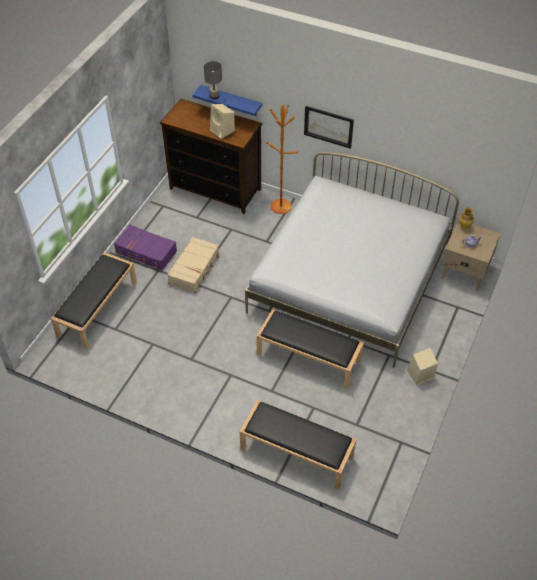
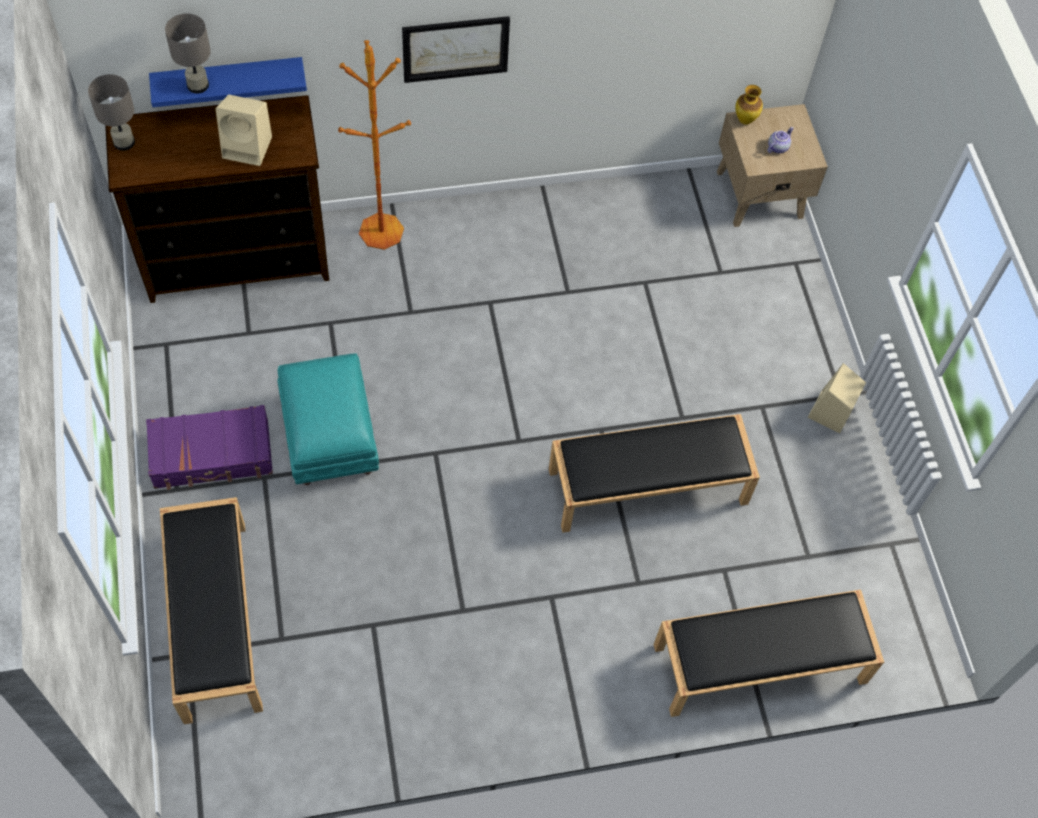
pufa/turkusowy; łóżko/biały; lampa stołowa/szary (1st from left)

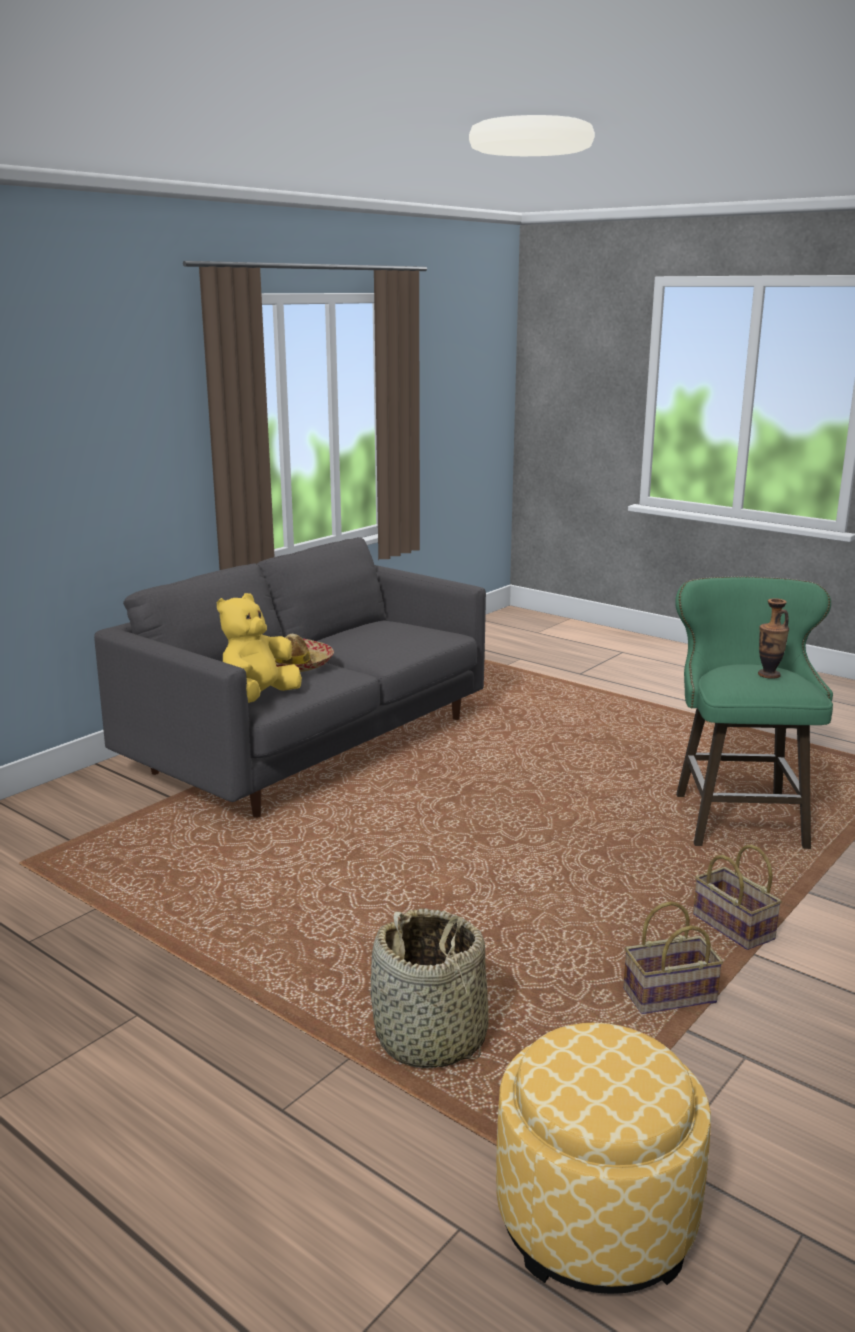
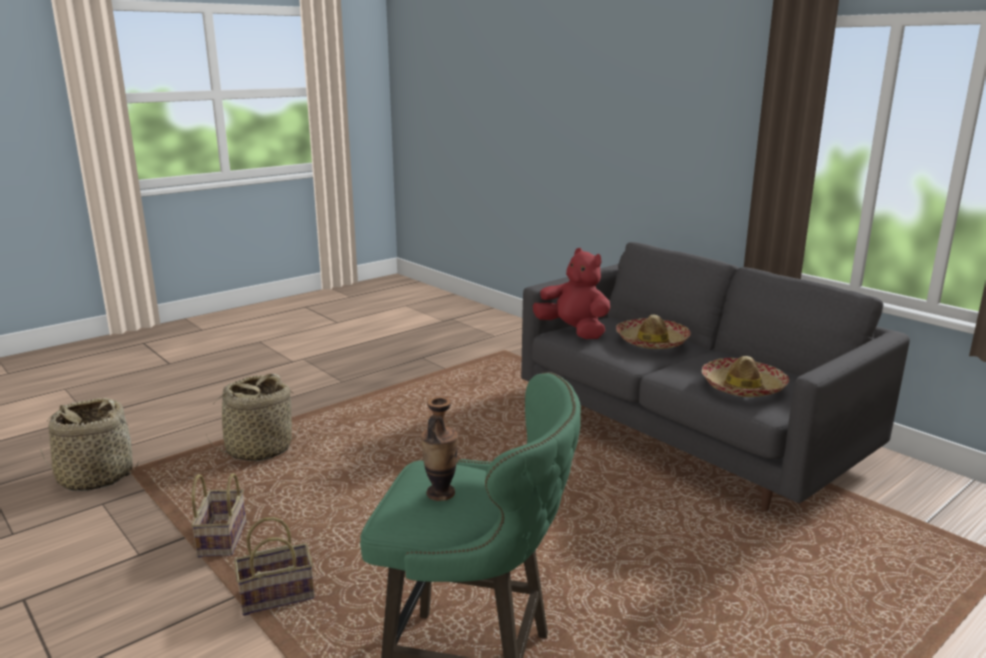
pluszak/czerwony; koszyk (1st from left); kapelusz (2nd from left)

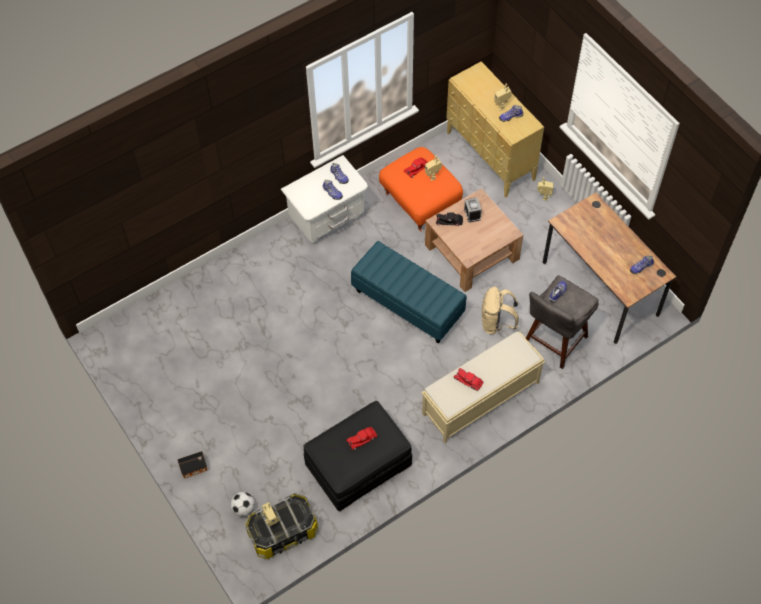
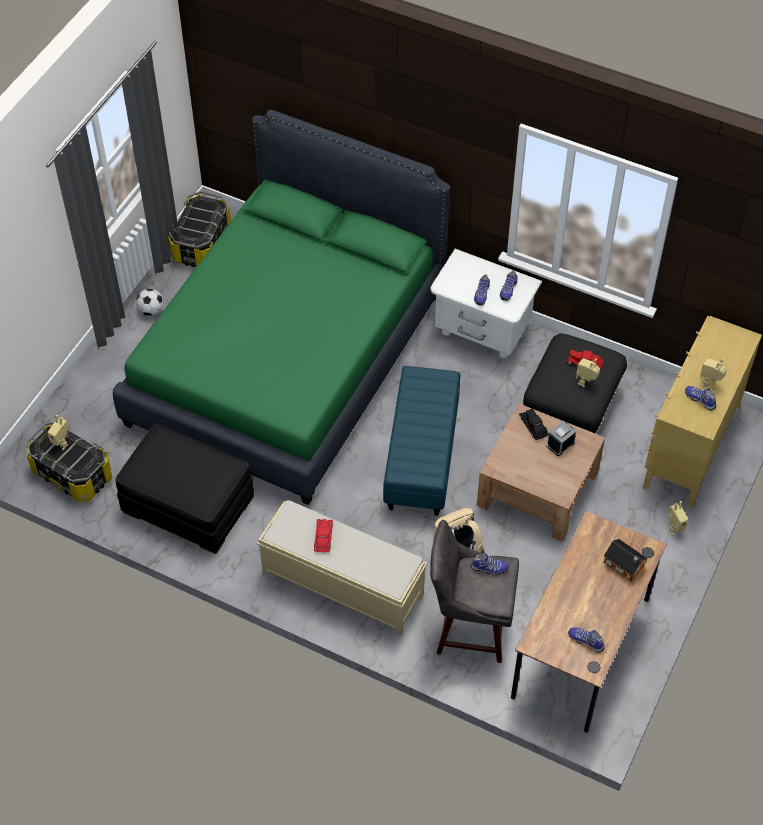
domek; piłka futbolowa; samochodzik/czerwony (1st from left in the first image); pufa/czarny (2nd from left); łóżko/zielony; pojemnik do przechowywania (2nd from left)

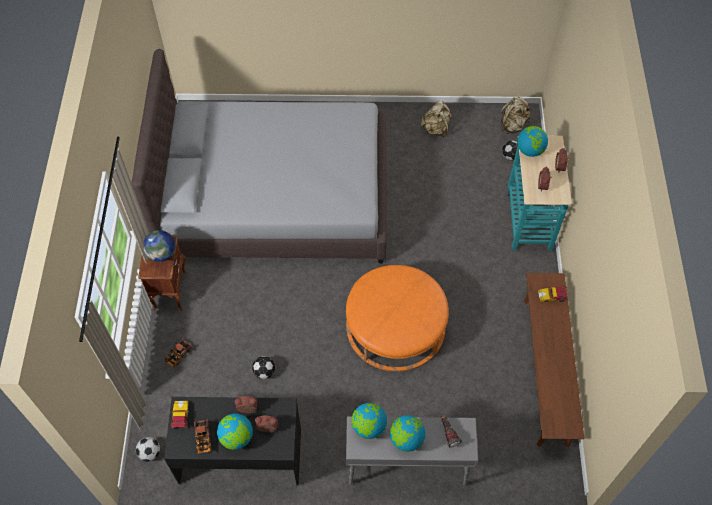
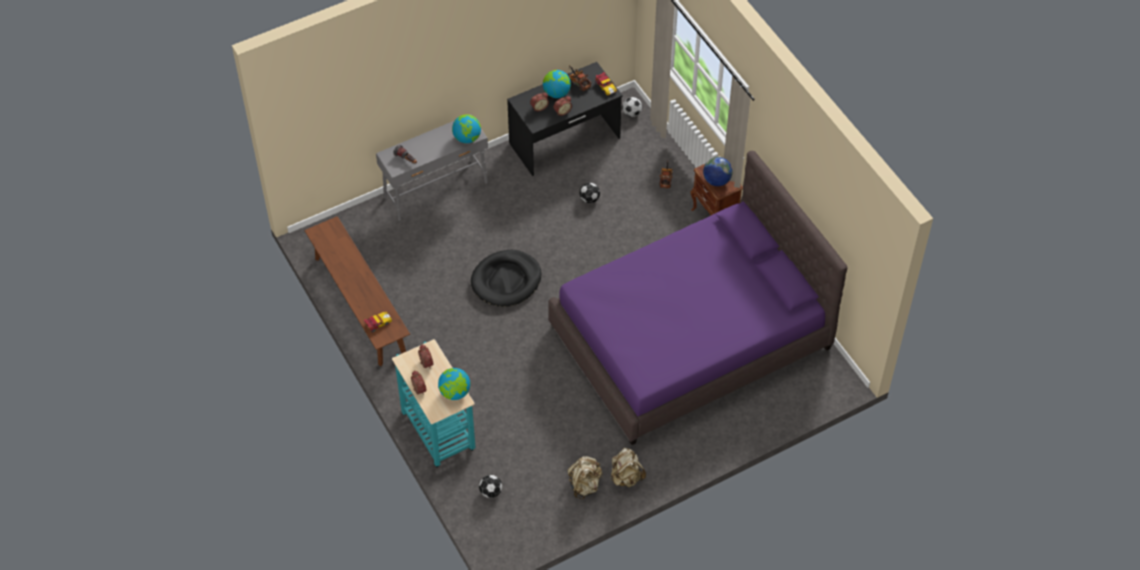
łóżko/fioletowy; legowisko/czarny; globus (4th from left in the first image); plecak/beżowy (2nd from left)

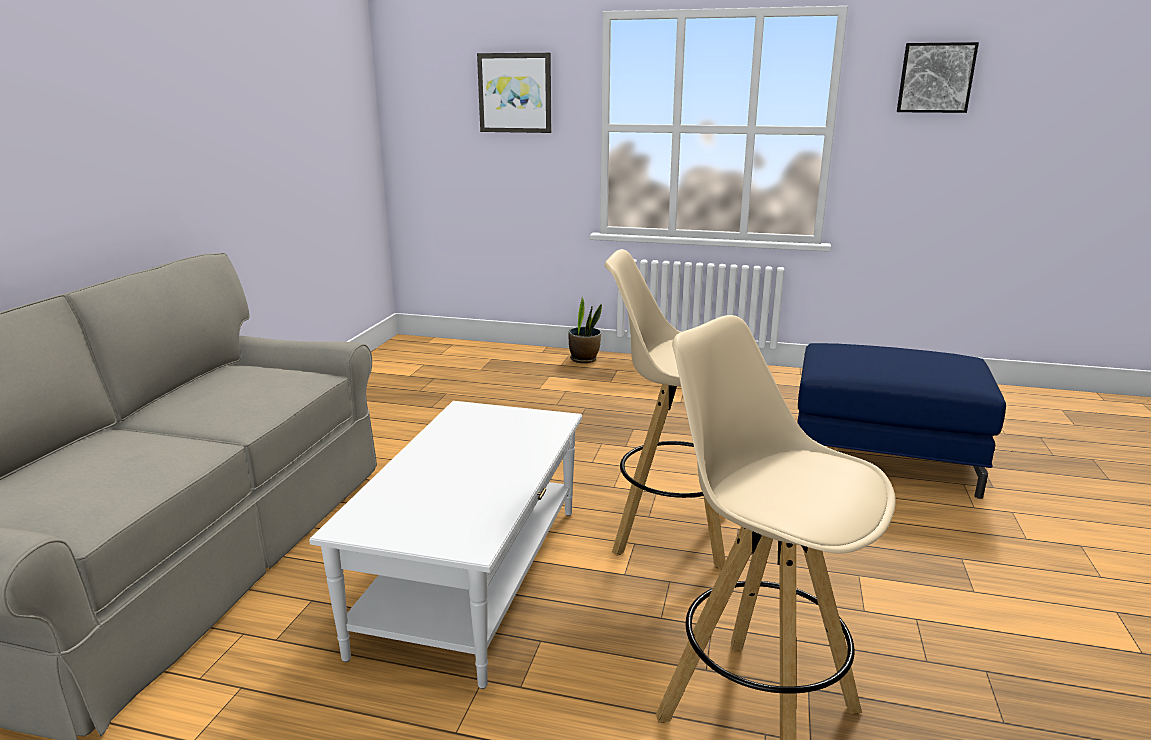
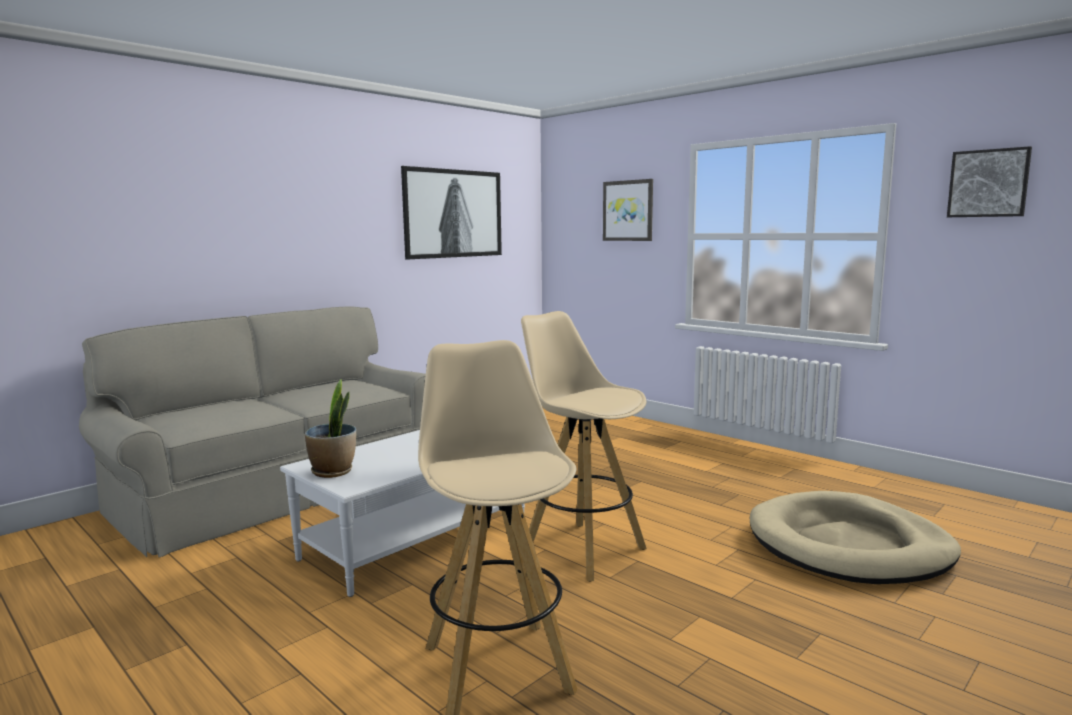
roślina doniczkowa; legowisko/beżowy; obraz (1st from left)

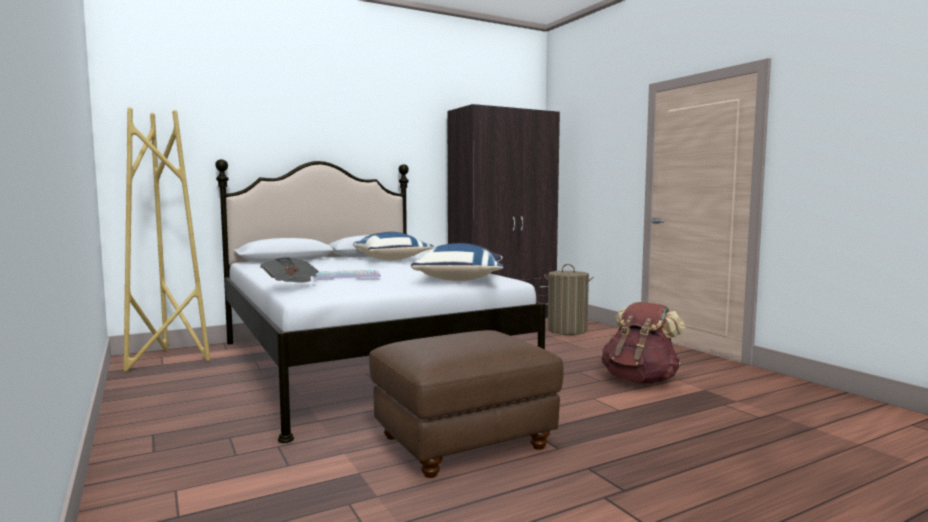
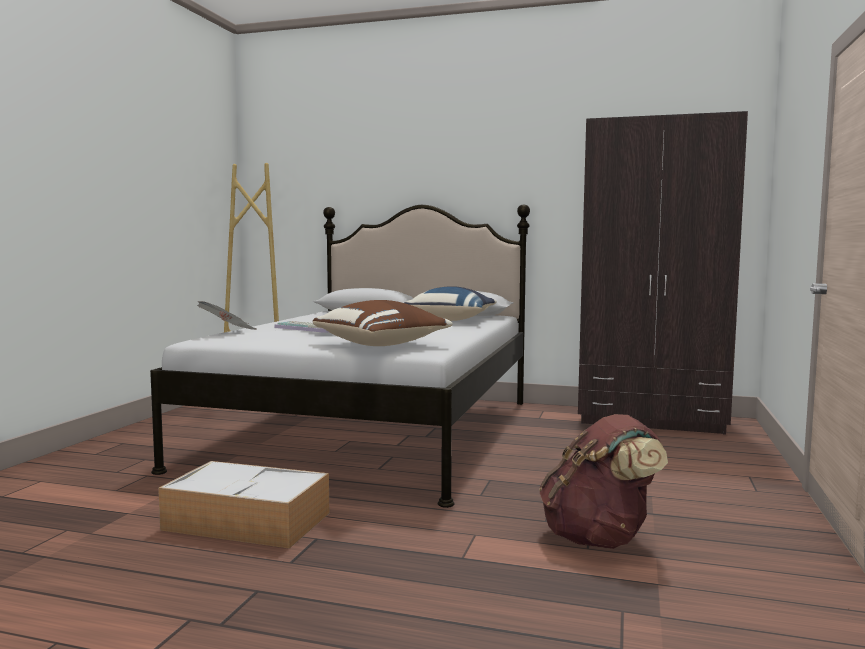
pojemnik do przechowywania; poduszka/brązowy; kosz na pranie

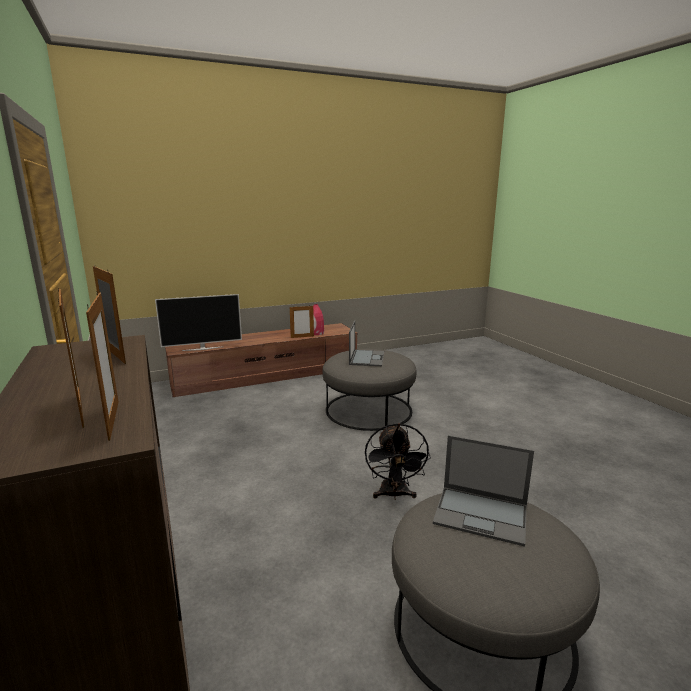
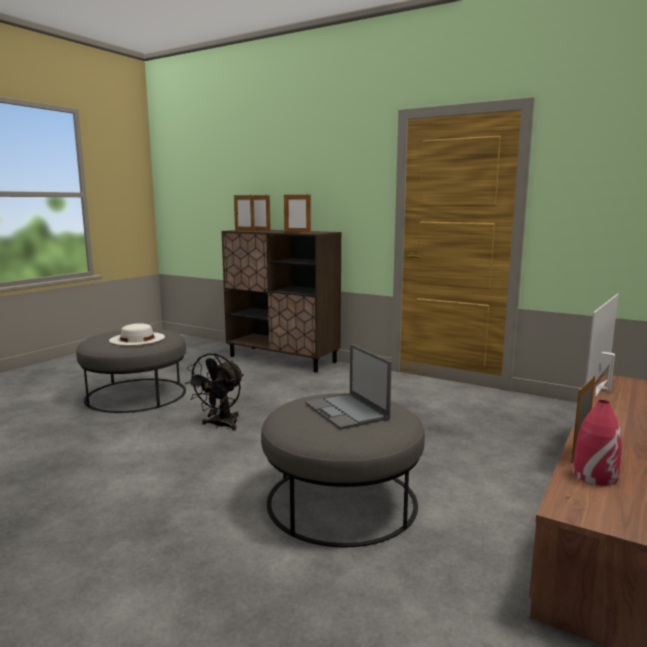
wentylator/czarny; kapelusz/biały

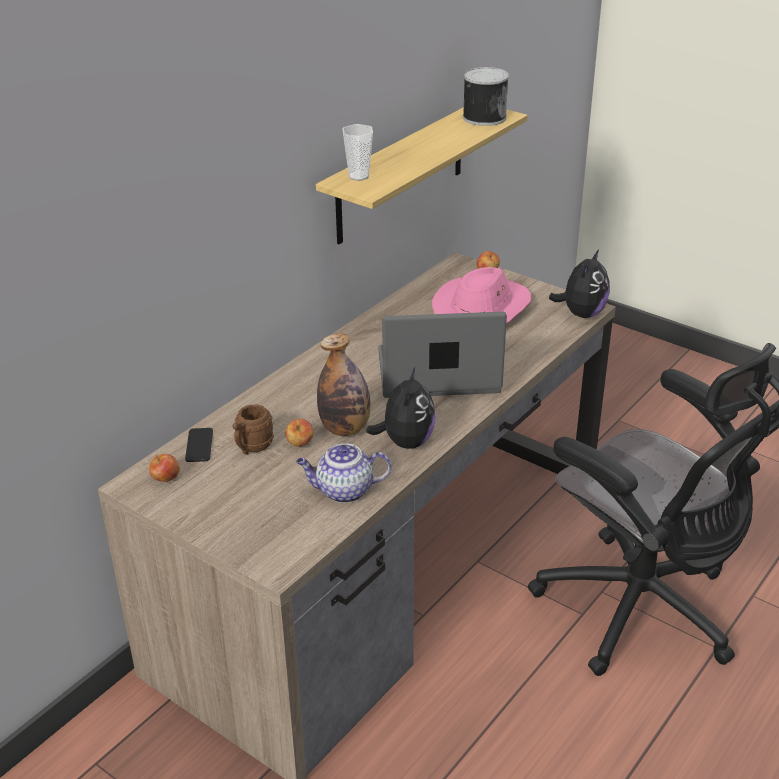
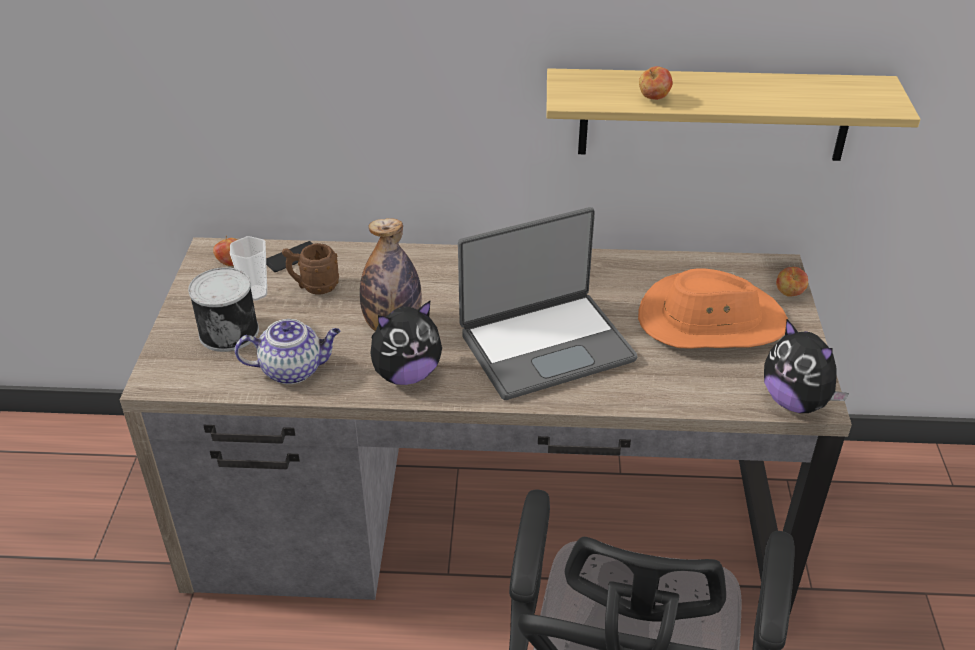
jabłko (2nd from left); imbryk; filiżanka; laptop; kapelusz/pomarańczowy; puszka; pluszak (2nd from left)

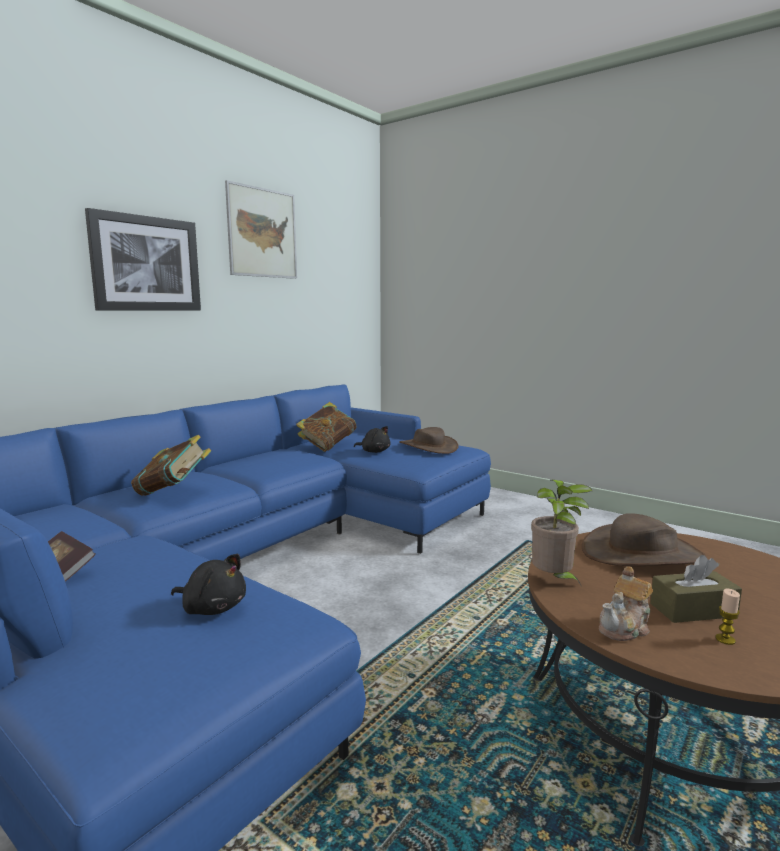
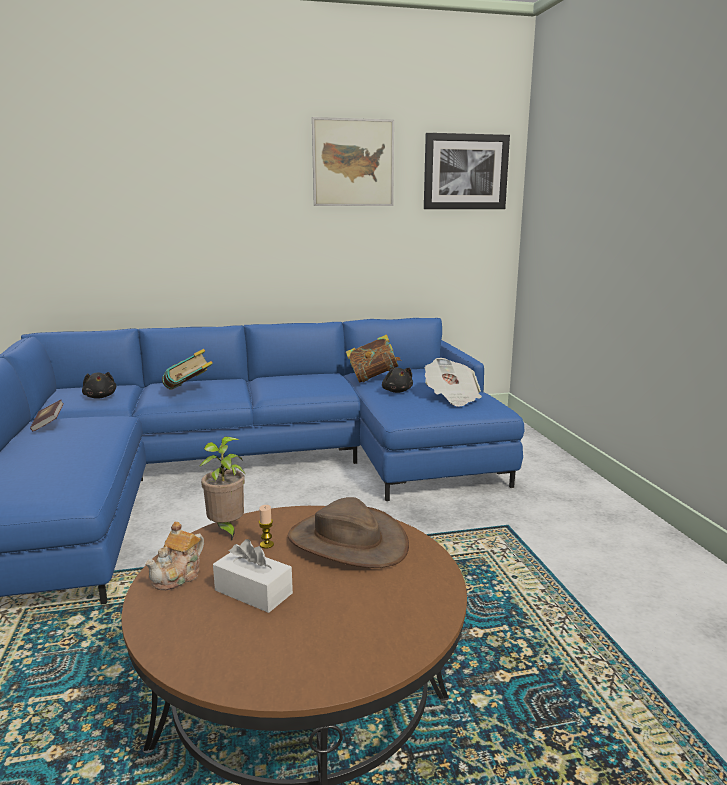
obraz (2nd from left); pluszak/czarny (1st from left); gazeta; imbryk; pudełko chusteczek/biały; świeca

